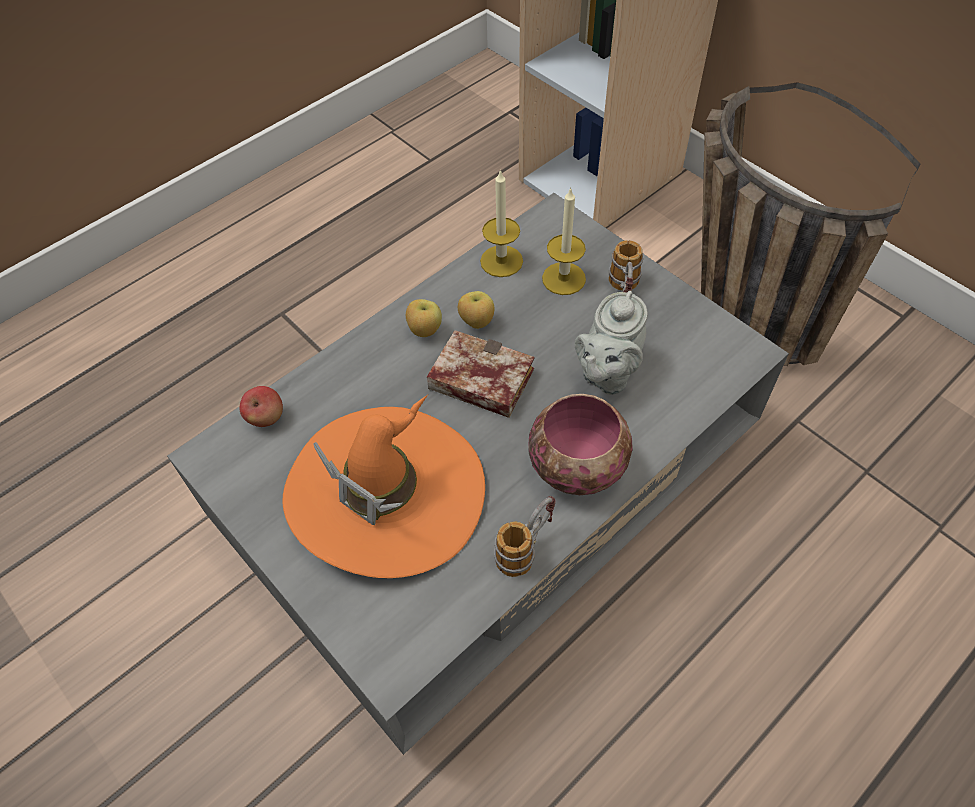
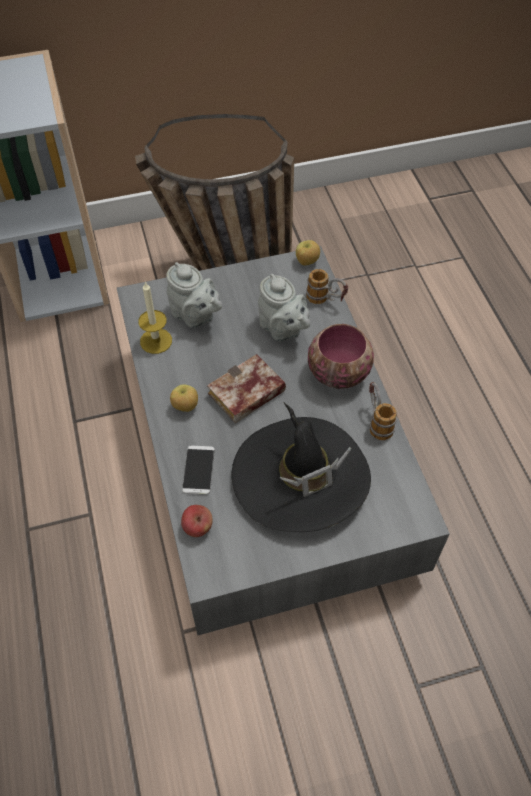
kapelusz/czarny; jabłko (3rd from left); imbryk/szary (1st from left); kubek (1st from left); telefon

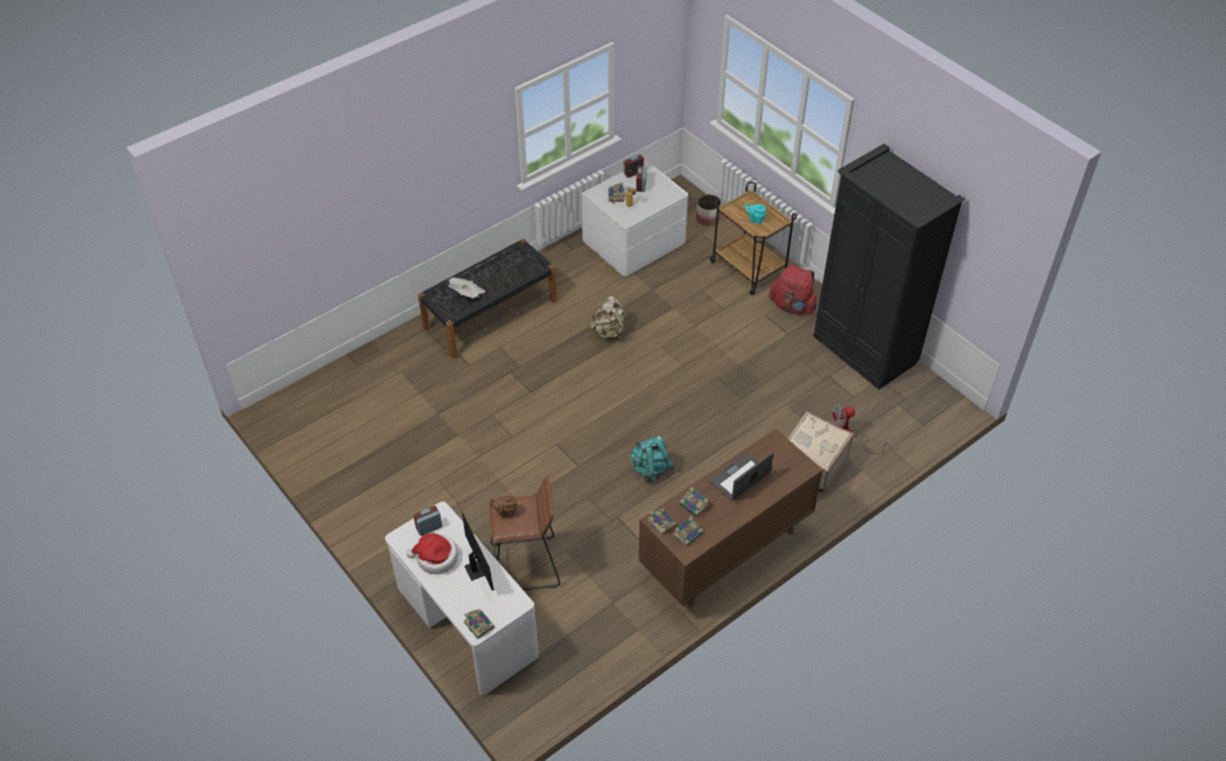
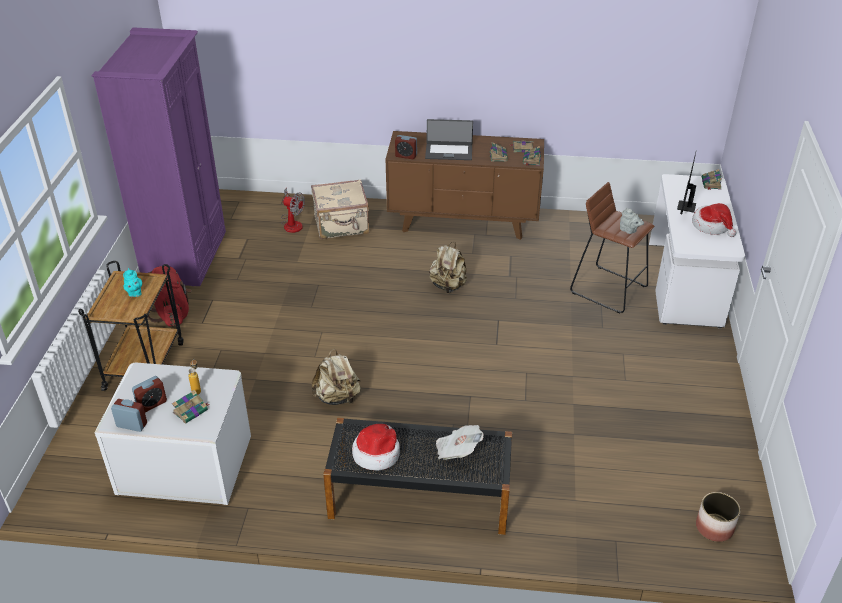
budzik (3rd from left); imbryk/szary; plecak/beżowy (2nd from left); donica; szafa/fioletowy; kapelusz (1st from left)

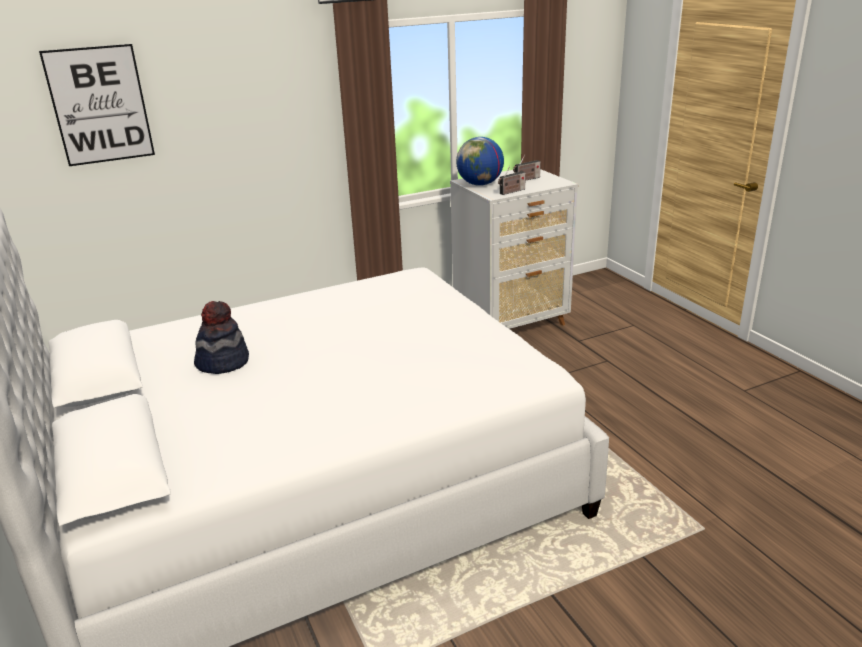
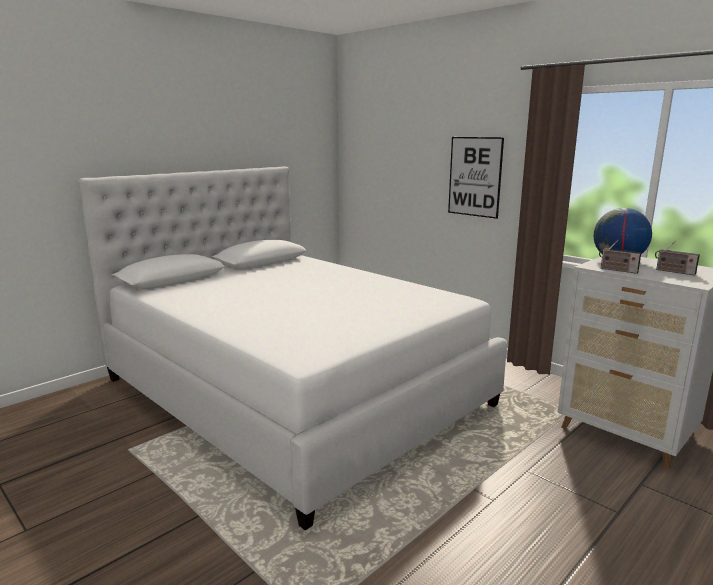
obraz; kapelusz

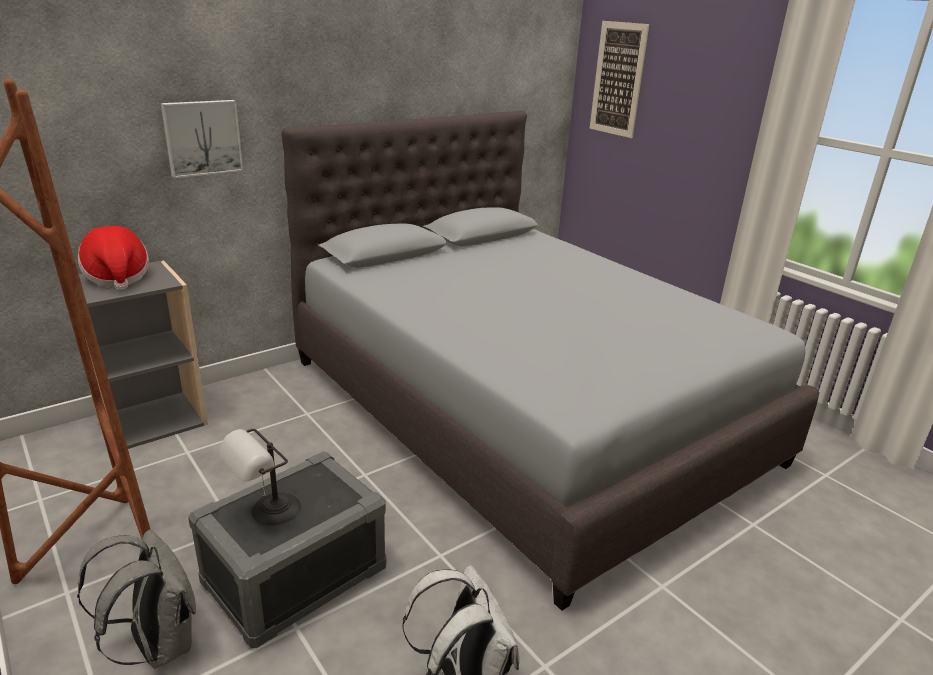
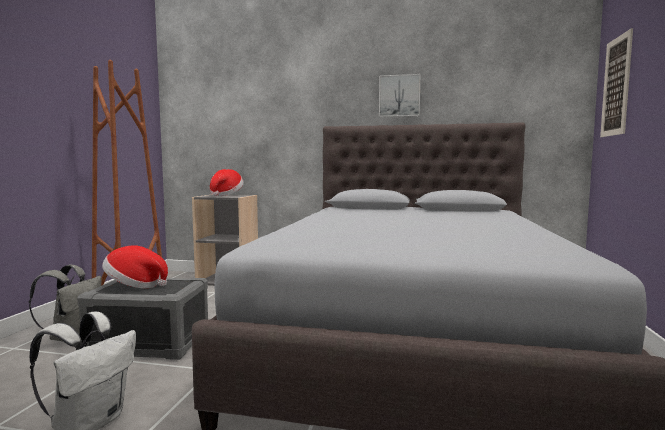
obraz (1st from left); kapelusz (1st from left)

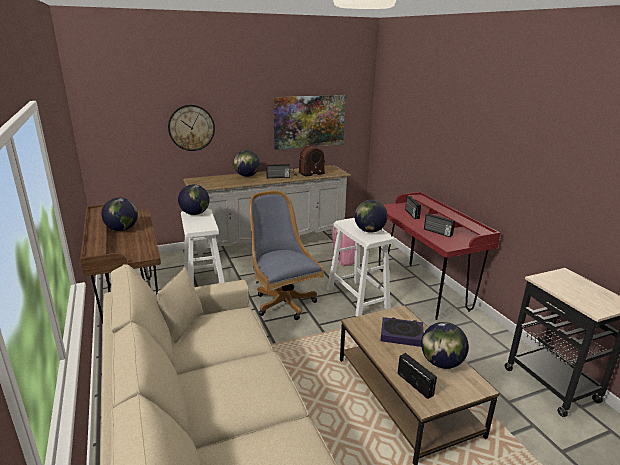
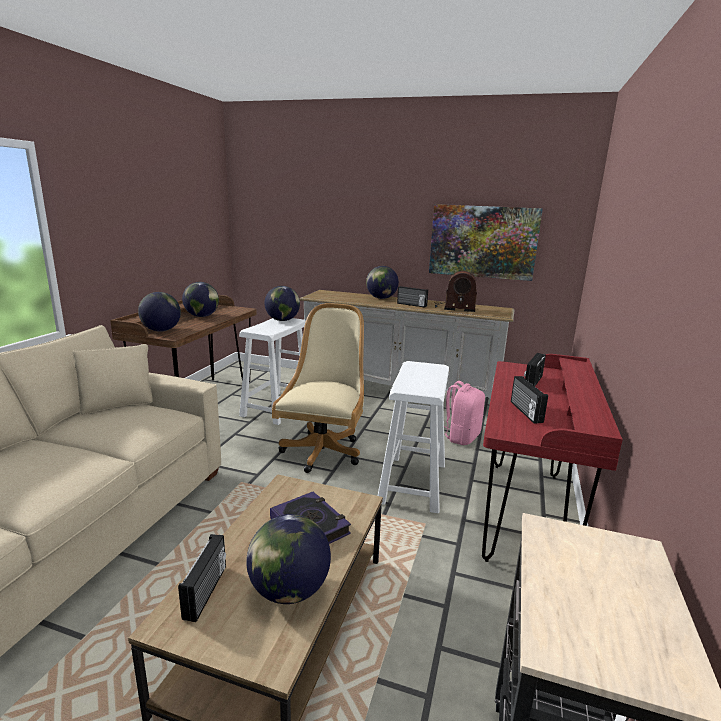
zegar ścienny; krzesło biurowe/beżowy; globus (1st from left)

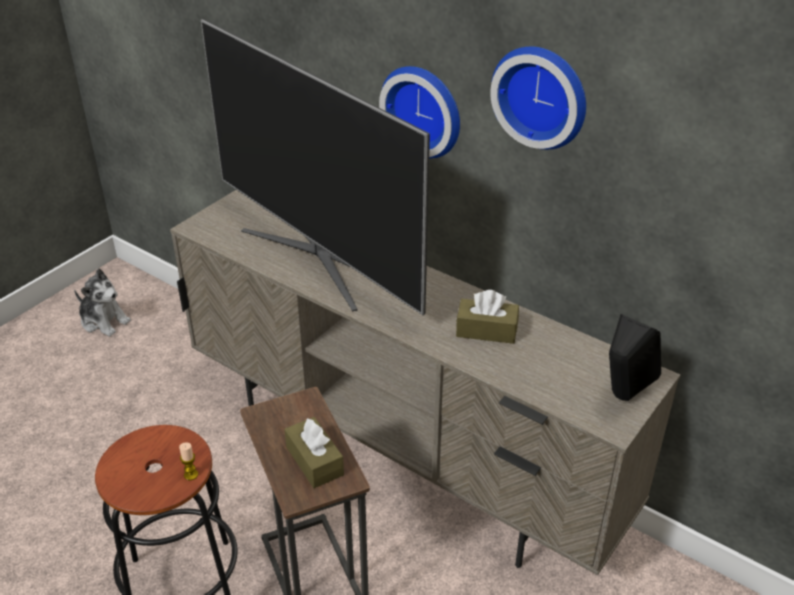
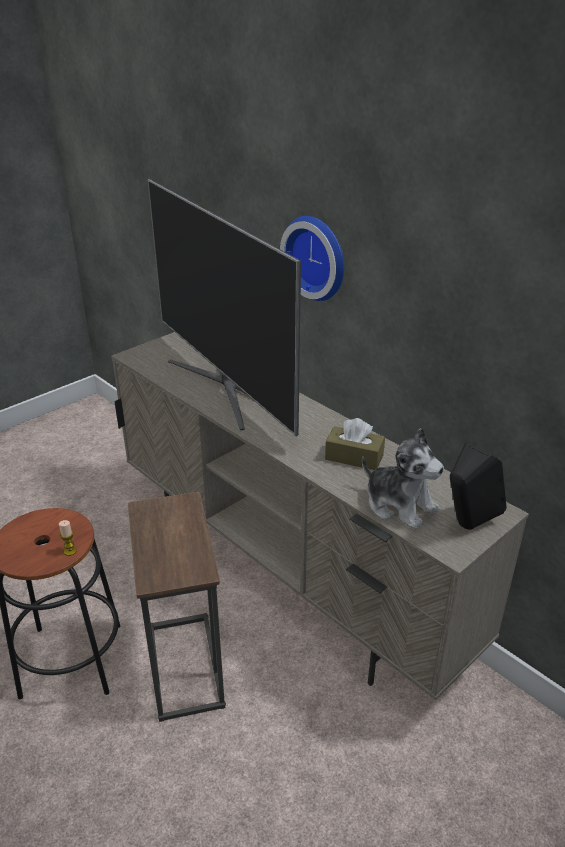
pluszak; pudełko chusteczek/brązowy (1st from left in the first image); zegar ścienny (2nd from left in the first image)

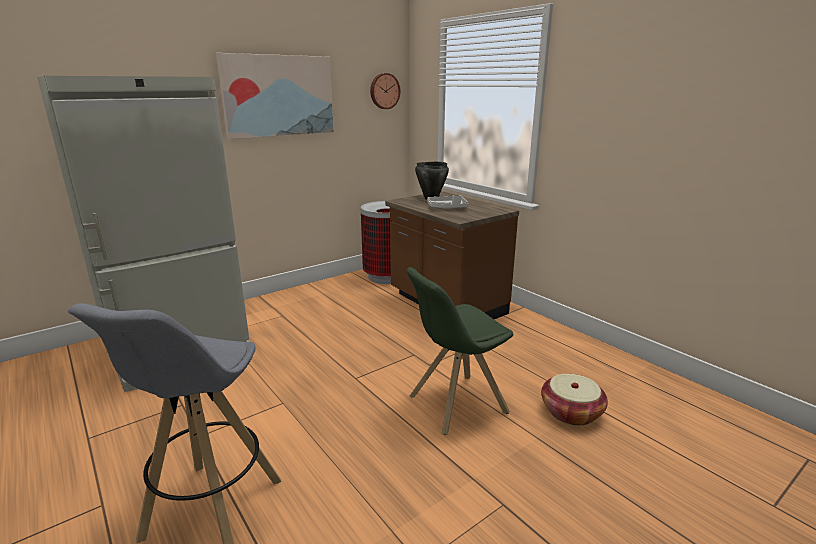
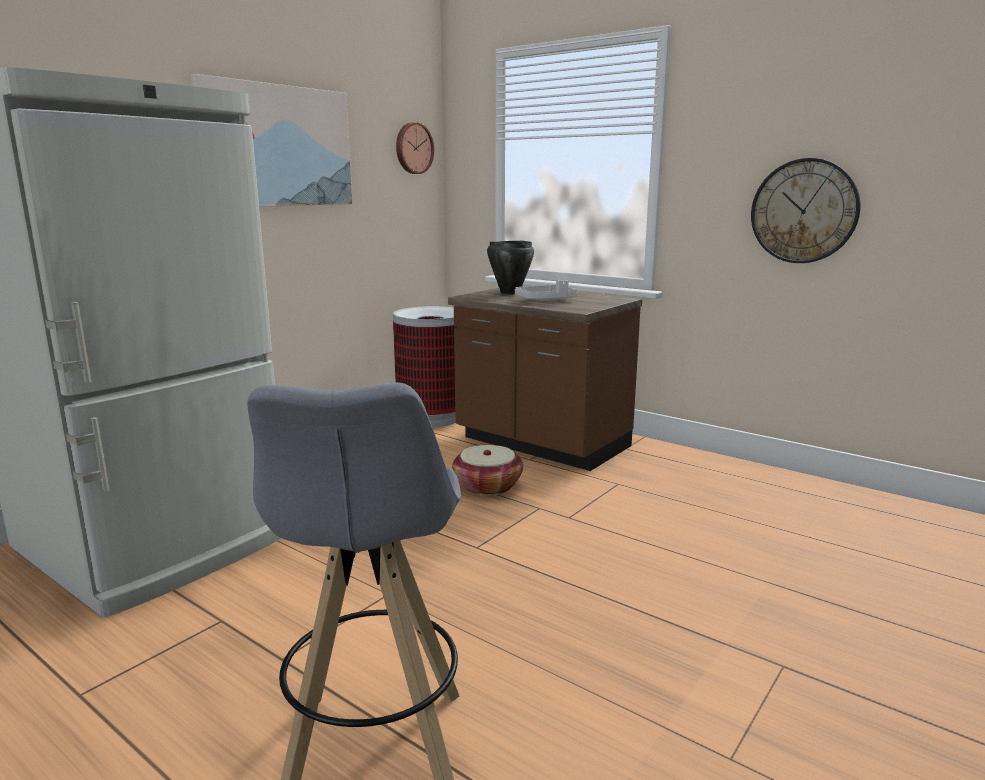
krzesło/zielony; koszyk; zegar ścienny (2nd from left)

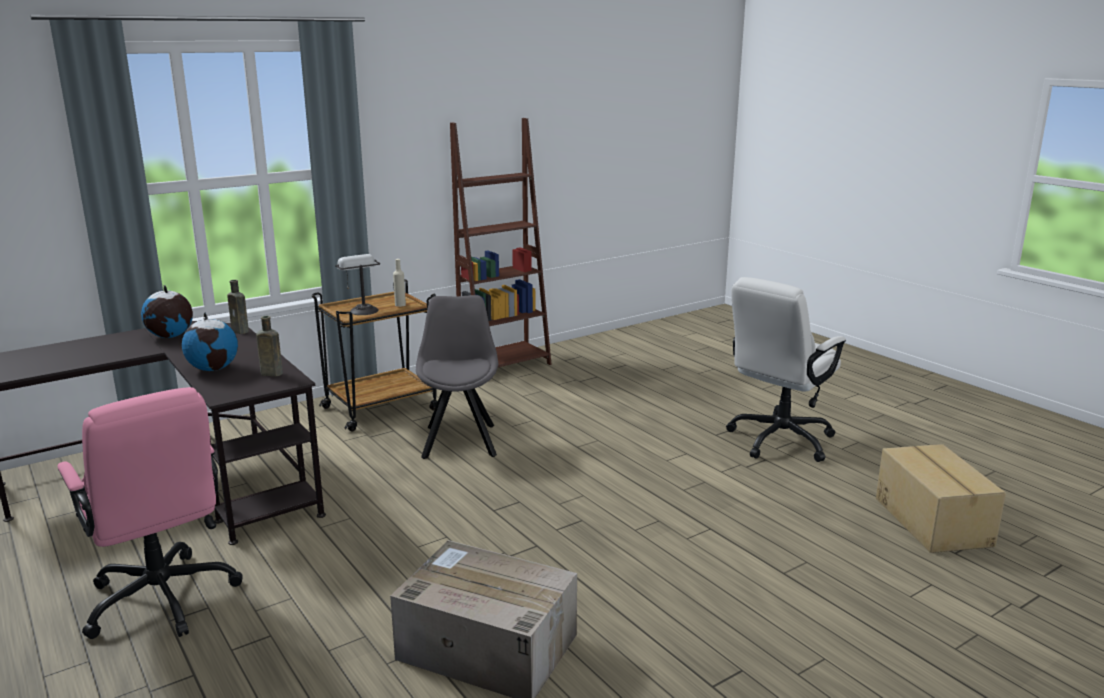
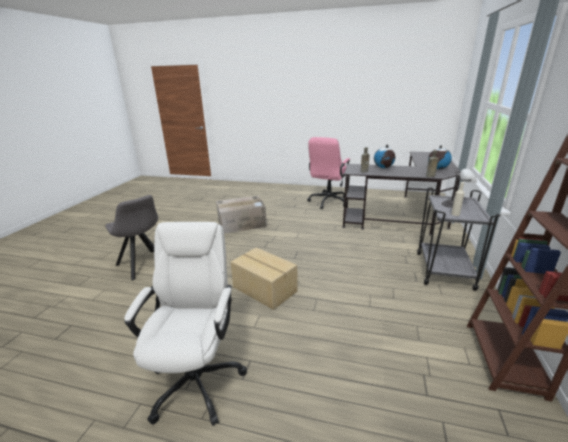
krzesło biurowe/różowy; wózek/szary; krzesło/szary; karton (2nd from left)

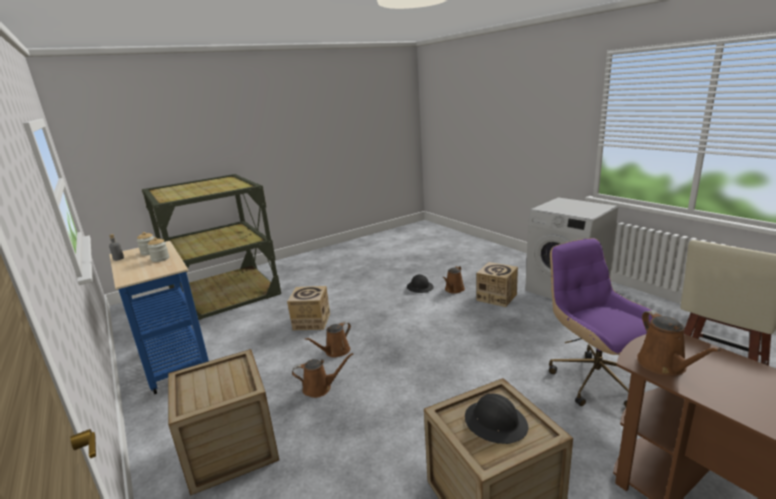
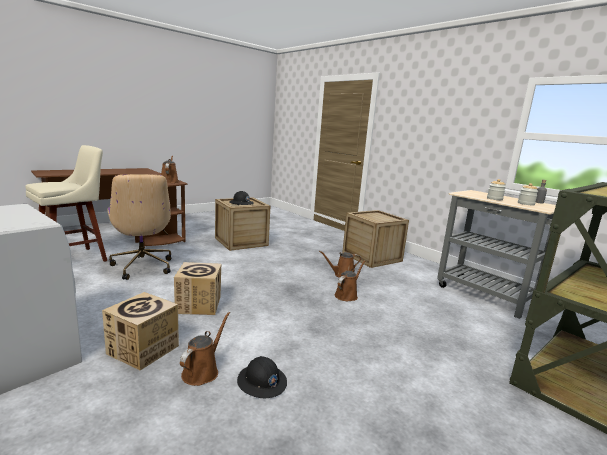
wózek/szary; karton (2nd from left)

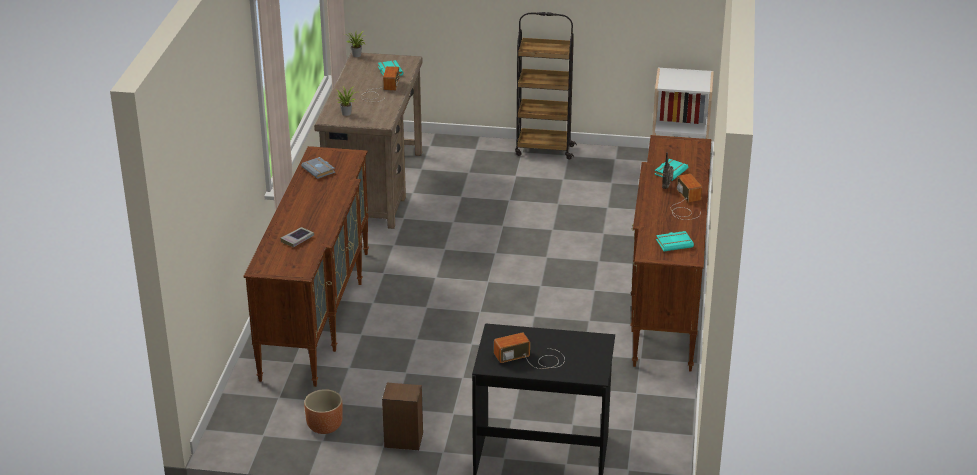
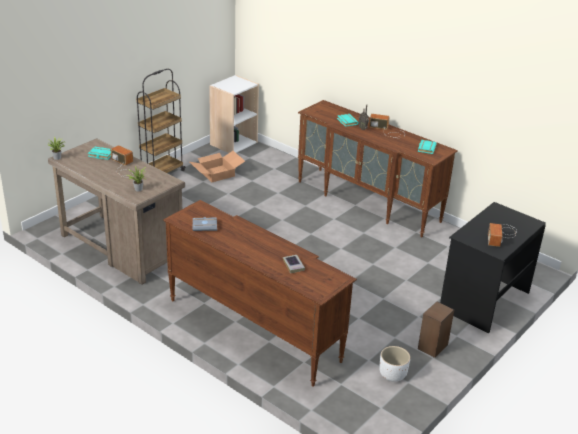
donica/biały; karton

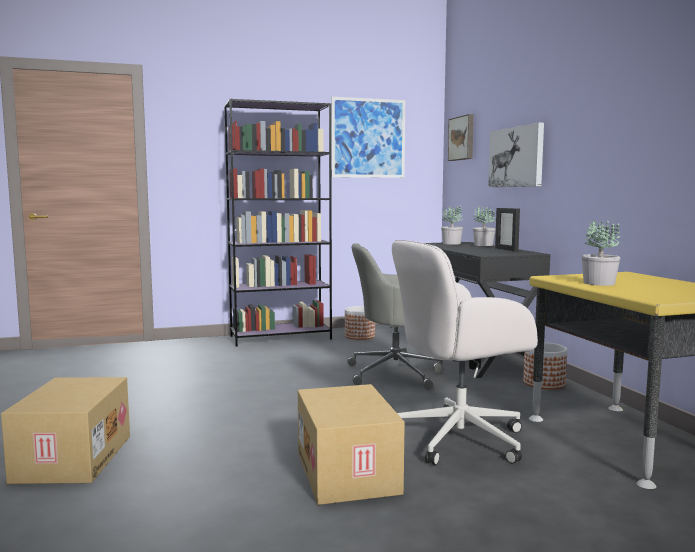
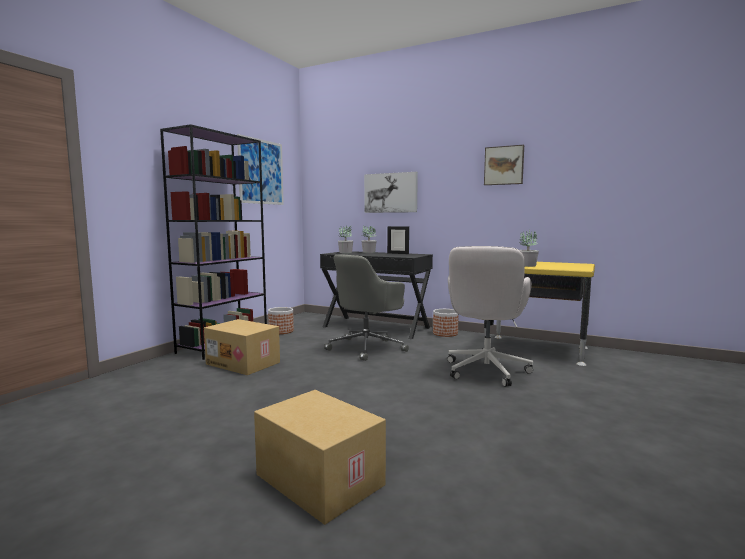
karton (1st from left); obraz (3rd from left)

